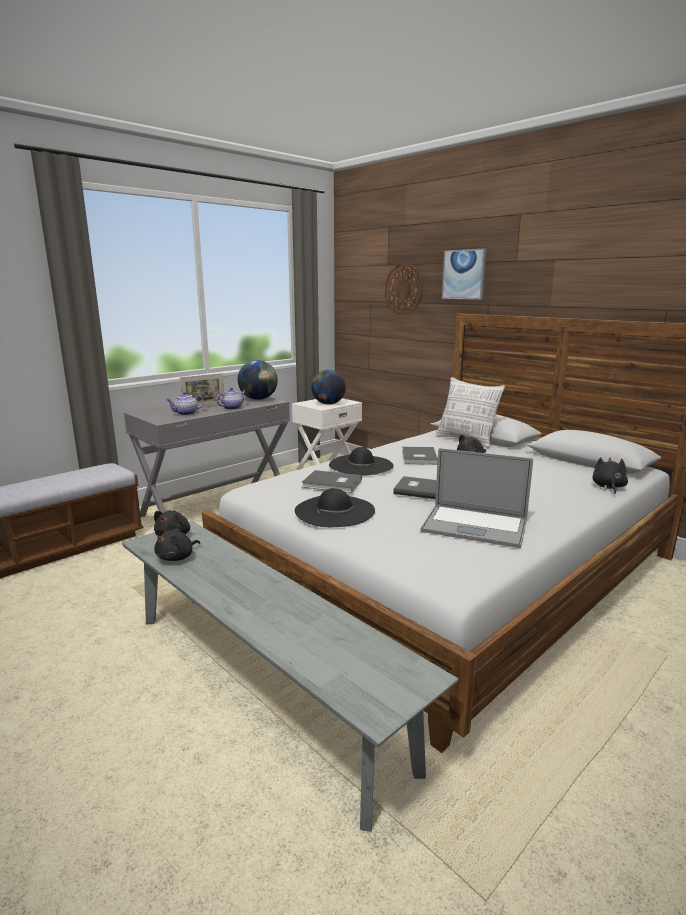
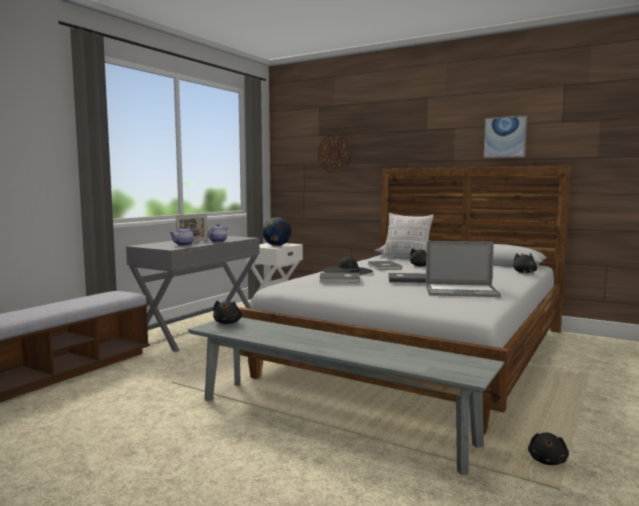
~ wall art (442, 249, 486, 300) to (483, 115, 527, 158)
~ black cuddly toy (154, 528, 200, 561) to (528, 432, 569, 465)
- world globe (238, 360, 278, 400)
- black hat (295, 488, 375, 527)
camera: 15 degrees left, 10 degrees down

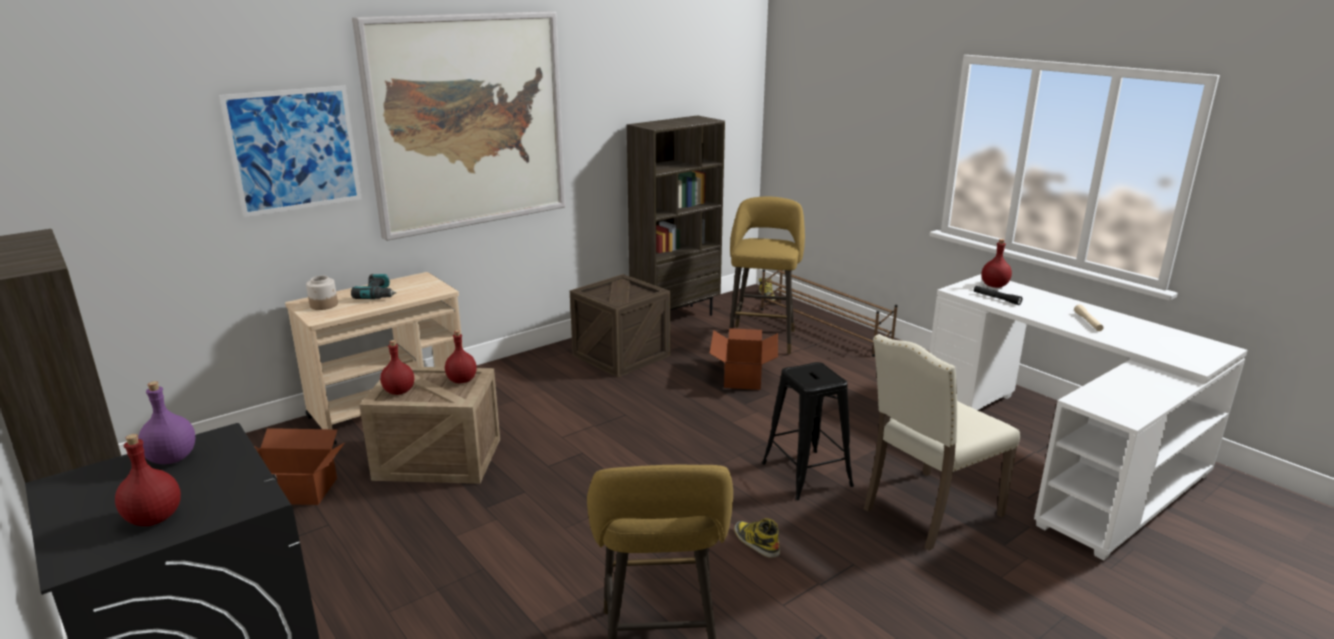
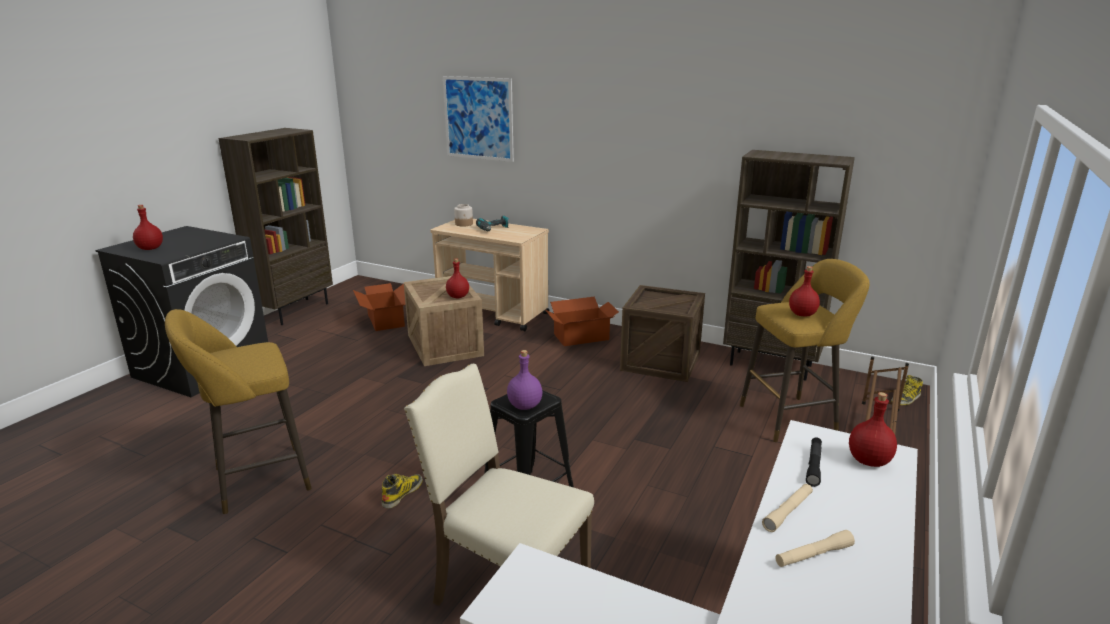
~ purple-coloured drink bottle (138, 381, 196, 464) to (507, 350, 542, 410)
~ carton (710, 328, 778, 390) to (545, 297, 619, 346)
+ sand-coloured hand torch (762, 484, 813, 532)
~ reddish drink bottle (380, 340, 414, 395) to (789, 266, 820, 317)
- wall art (352, 11, 565, 241)
camera: 65 degrees right, 0 degrees up

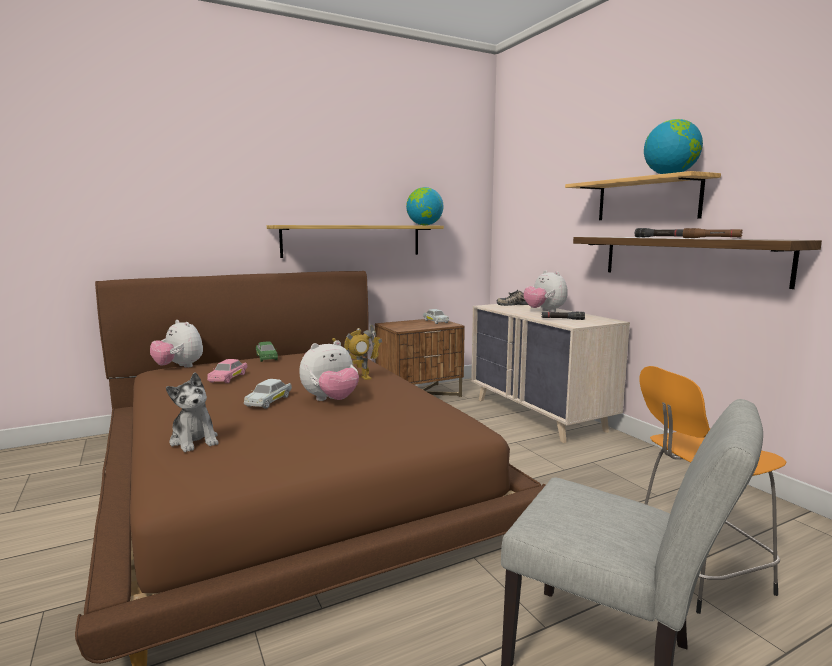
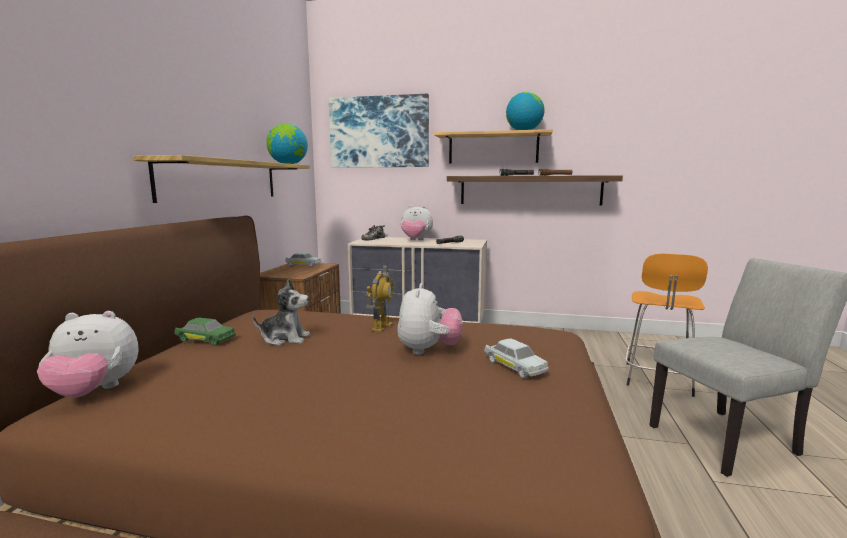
~ cuddly toy (166, 372, 218, 452) to (253, 279, 310, 346)
+ wall art (329, 94, 429, 168)
~ whitish toy car (244, 379, 292, 409) to (485, 339, 549, 379)
- pink-coloured toy car (207, 359, 247, 383)
camera: 50 degrees left, 0 degrees up

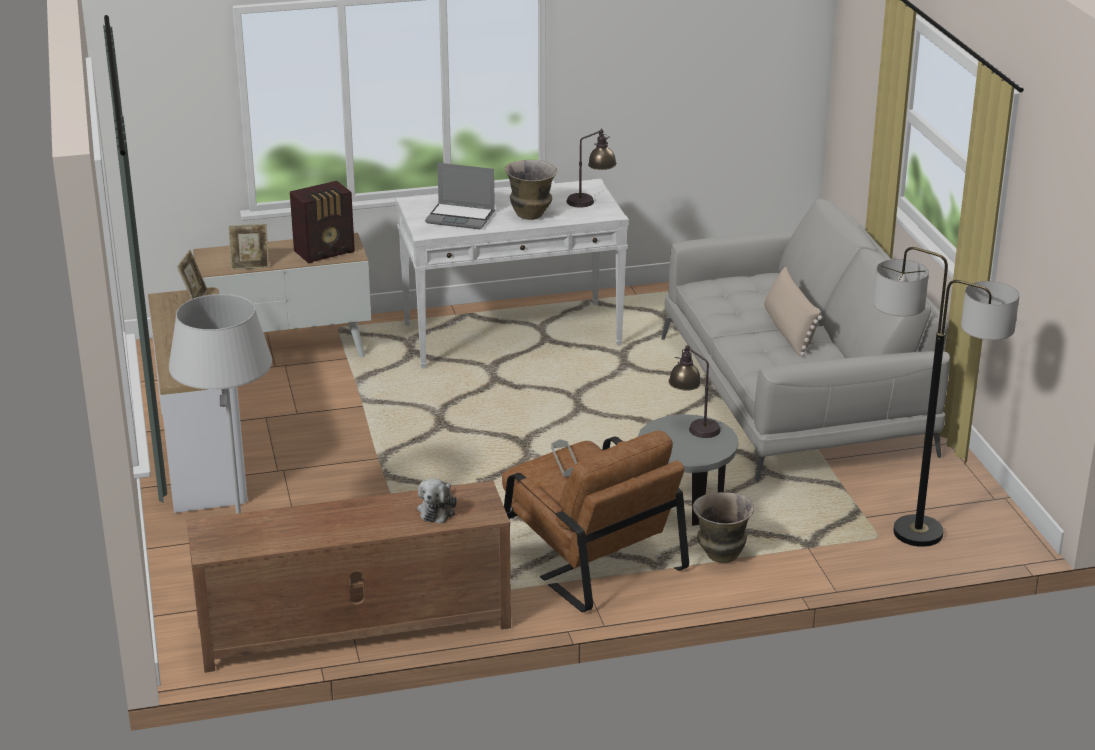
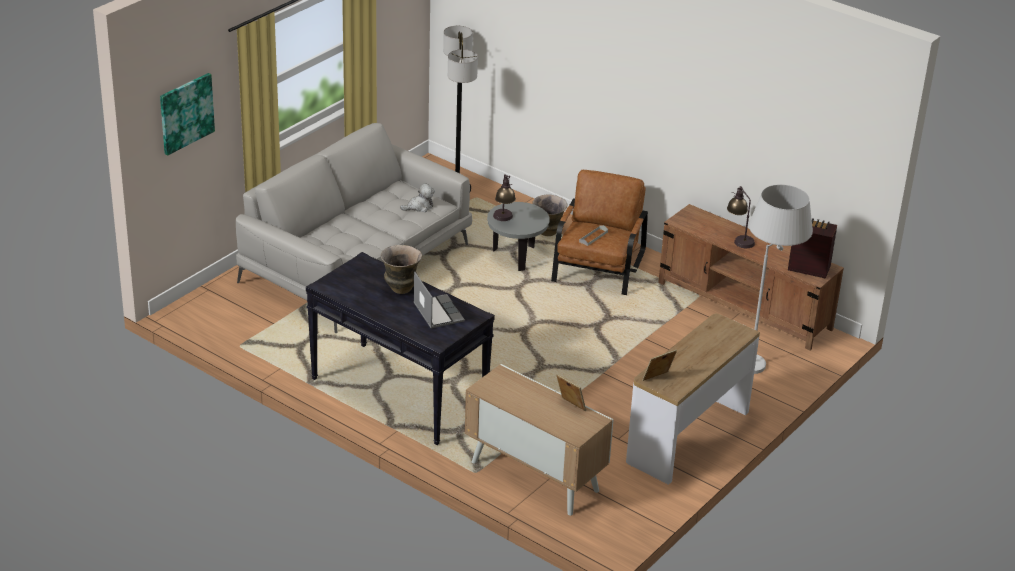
+ wall art (160, 73, 215, 155)
~ whitish narrow table (396, 179, 629, 368) to black narrow table (306, 252, 495, 445)
~ cuddly toy (417, 478, 457, 523) to (400, 183, 435, 212)
~ tabletop lamp (566, 128, 617, 208) to (727, 186, 755, 248)
~ radio (290, 181, 355, 264) to (788, 218, 837, 279)
- sand-coloured pillow (764, 266, 823, 357)
camera: 130 degrees left, 5 degrees up

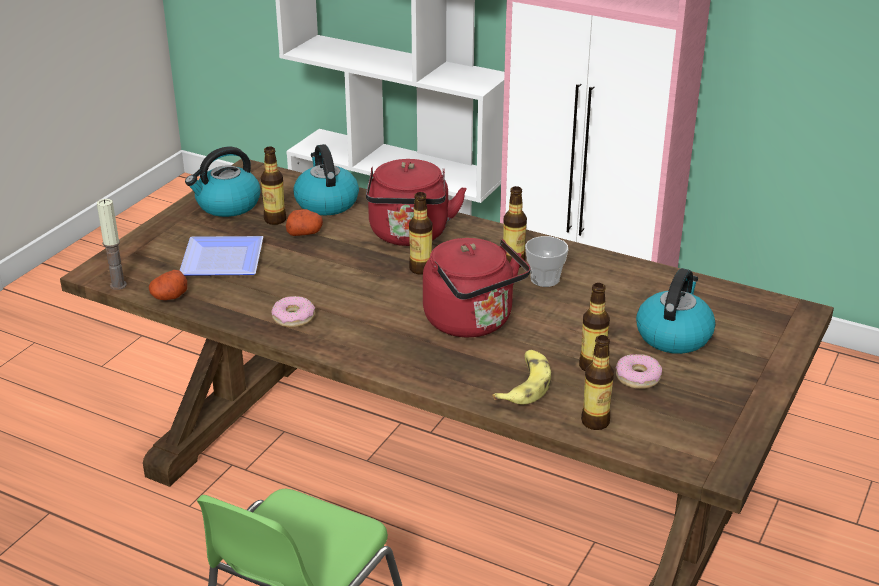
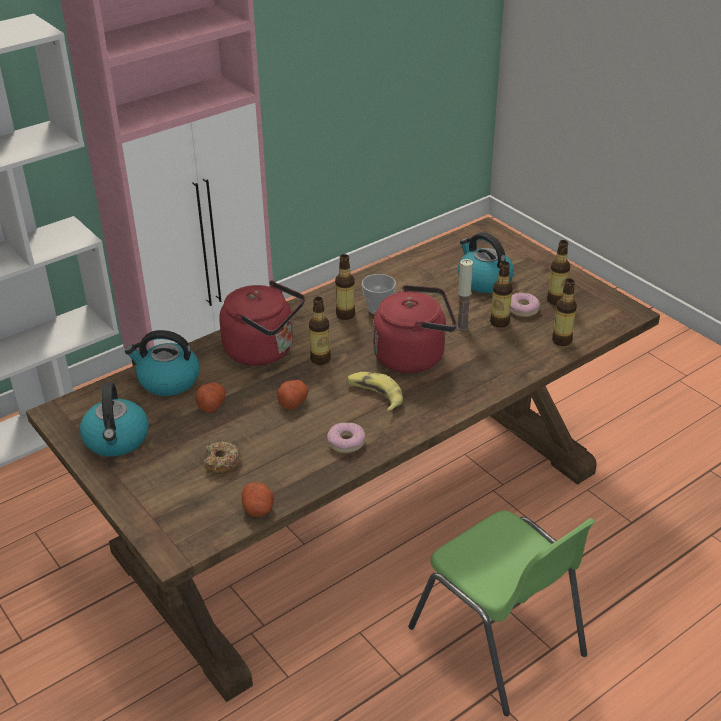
~ flat dish (180, 236, 263, 276) to doughnut (204, 441, 241, 474)
+ potato (277, 380, 308, 410)
~ banana fruit (492, 350, 551, 404) to (346, 372, 403, 413)
~ candle (97, 199, 127, 290) to (456, 259, 473, 331)
~ drink bottle (261, 146, 286, 225) to (547, 240, 570, 305)
camera: 65 degrees left, 5 degrees up

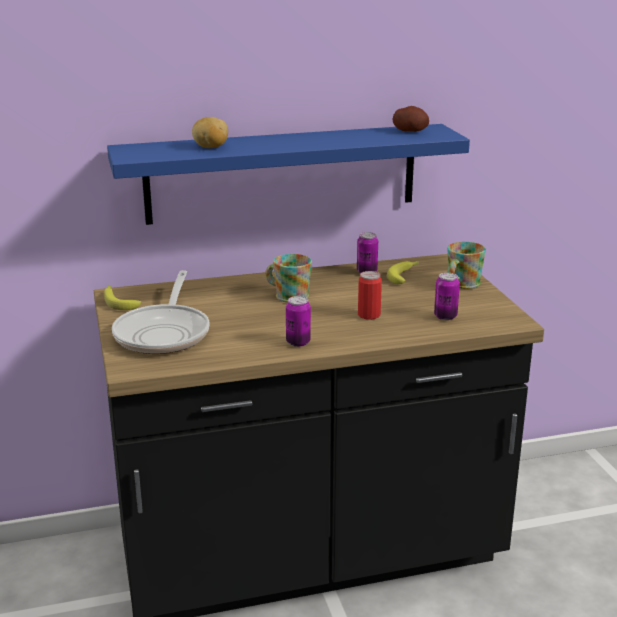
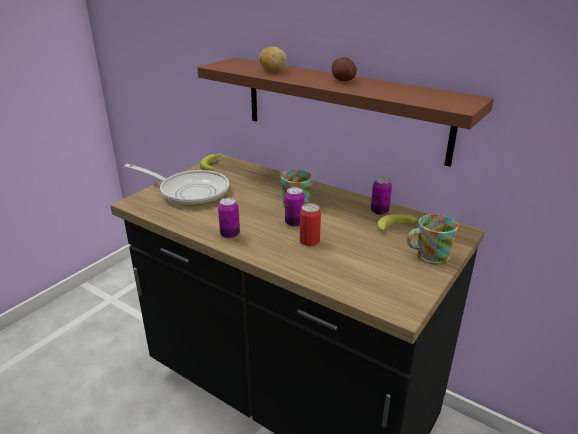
~ skillet (112, 270, 210, 354) = (124, 164, 229, 206) 120 degrees counterclockwise
~ bluish wall shelf (107, 124, 470, 225) to brown wall shelf (197, 58, 494, 167)
~ can (434, 272, 460, 320) to (285, 187, 305, 227)
~ potato (393, 106, 429, 132) to (332, 57, 357, 81)
camera: 50 degrees right, 5 degrees up

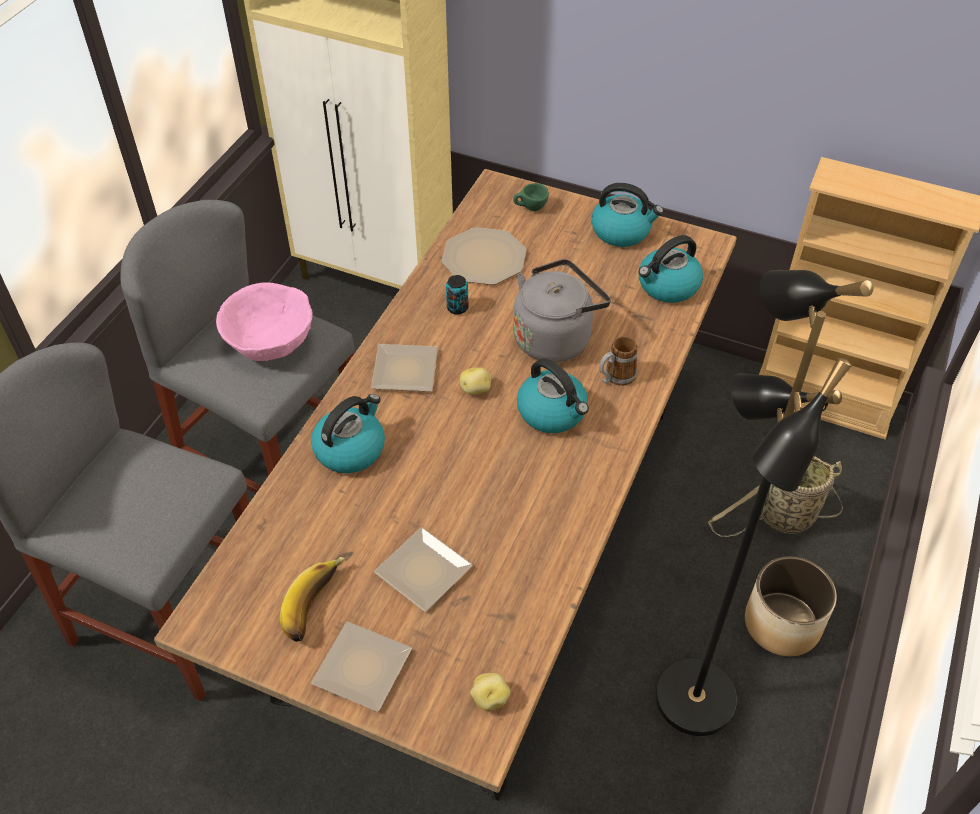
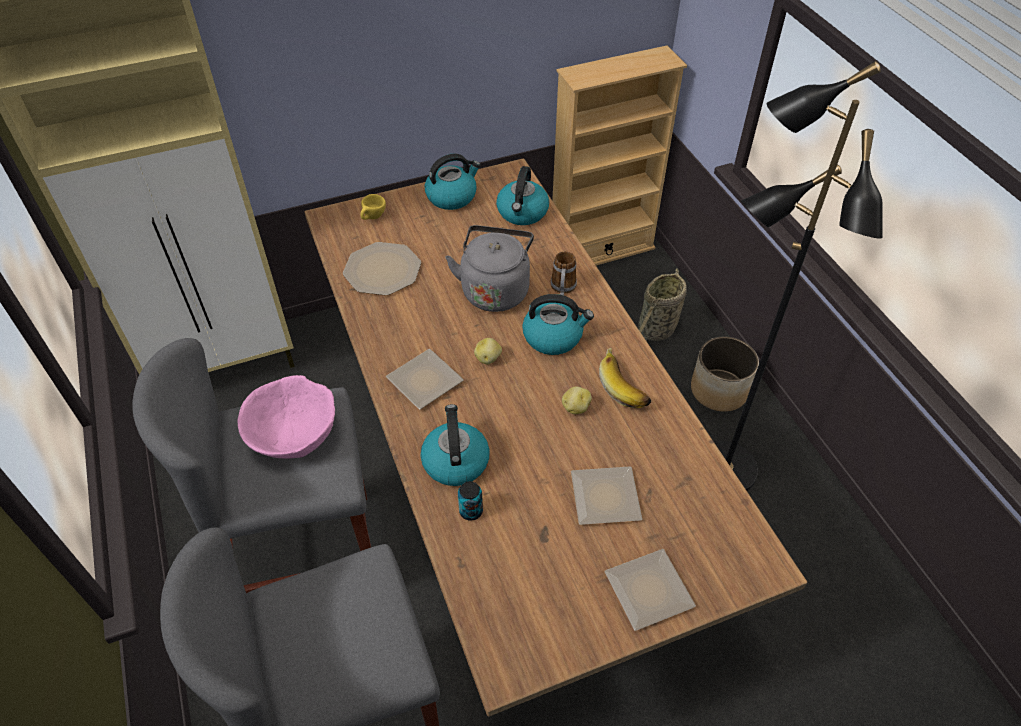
~ green-coloured small cup (513, 183, 549, 211) to yellow-coloured small cup (360, 194, 386, 220)
~ can (446, 275, 468, 315) to (458, 481, 483, 521)
~ potato (470, 673, 511, 711) to (562, 386, 592, 414)
~ banana fruit (280, 557, 345, 642) to (599, 348, 651, 408)
camera: 45 degrees left, 0 degrees up

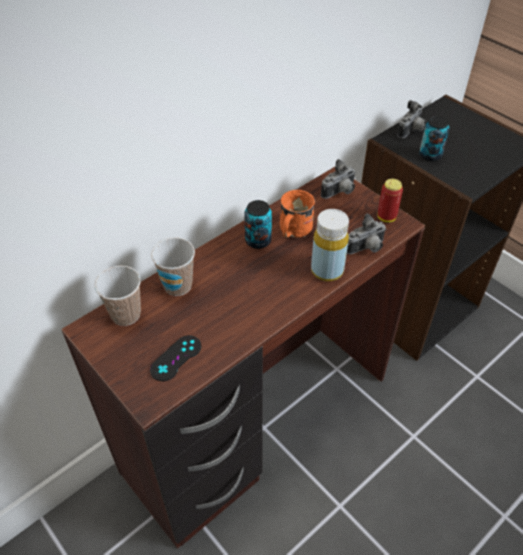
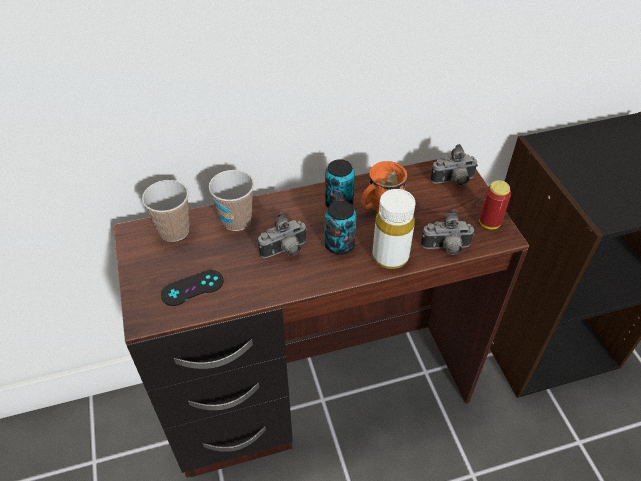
~ photo camera (397, 100, 426, 138) to (258, 212, 307, 258)
~ can (419, 116, 450, 161) to (325, 200, 357, 255)
~ yellow-coloured drink bottle (311, 209, 349, 281) to whitish drink bottle (372, 189, 416, 269)
camera: 25 degrees right, 0 degrees up

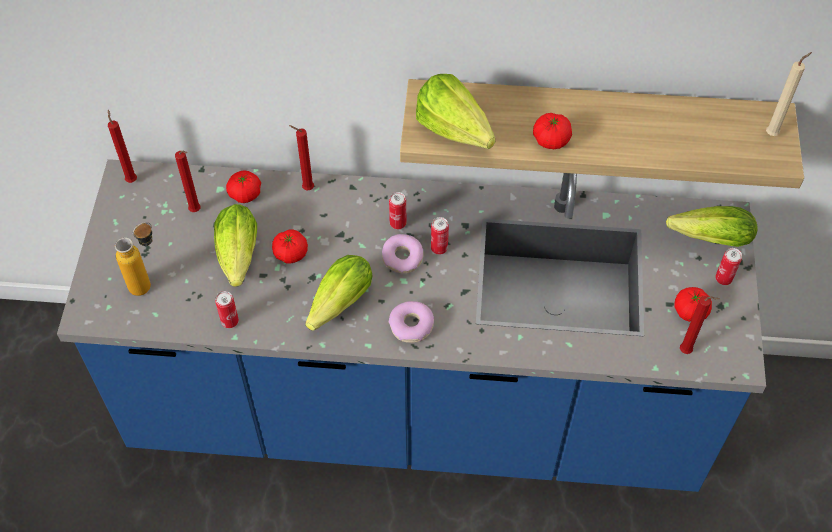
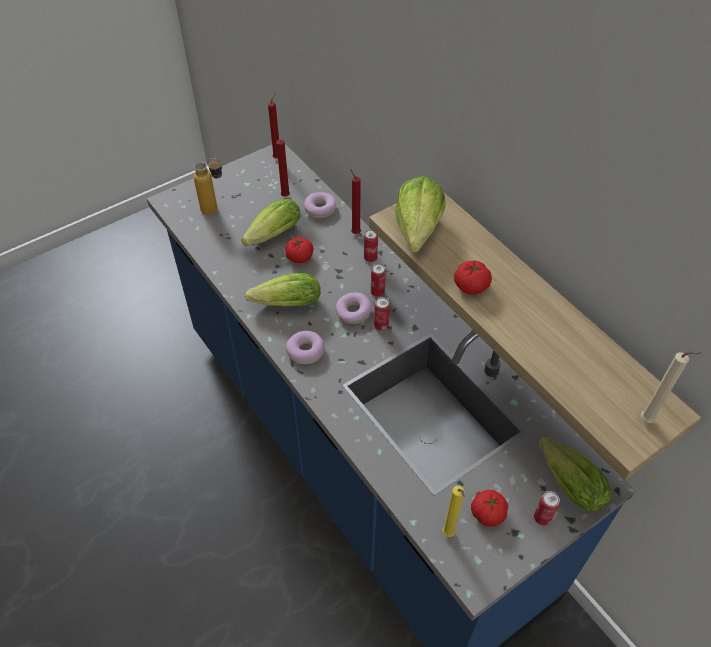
~ whole tomato (226, 170, 261, 203) to doughnut (304, 192, 336, 218)
~ can (215, 291, 239, 328) to (364, 229, 378, 262)
~ reddish candle (680, 296, 720, 354) to yellow-coloured candle (443, 486, 465, 537)
camera: 50 degrees right, 5 degrees down

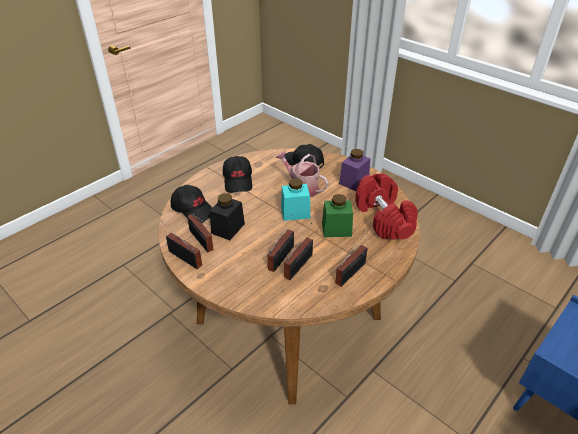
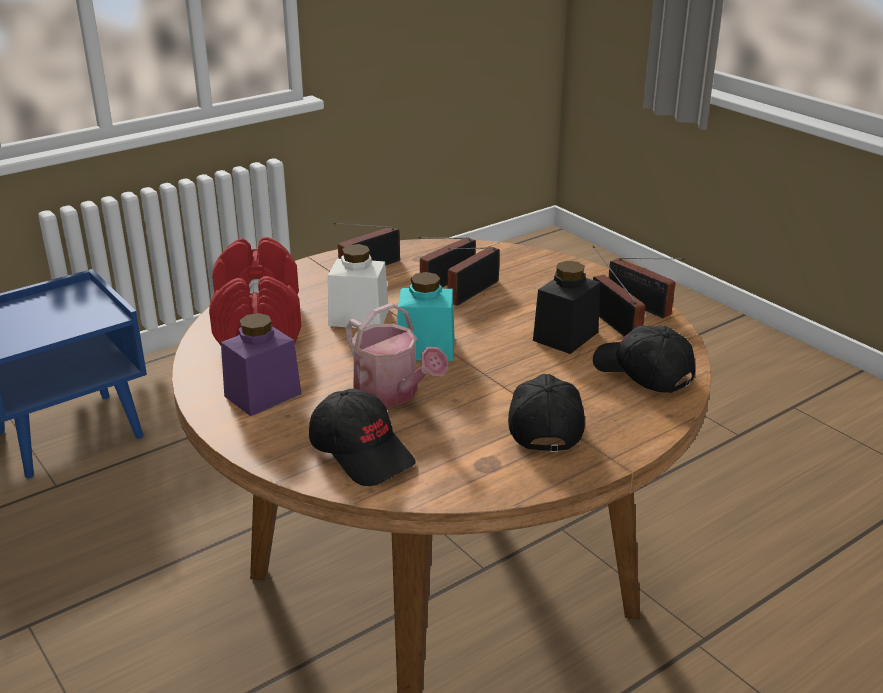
~ green-coloured jar (322, 194, 353, 237) to whitish jar (328, 244, 389, 328)
camera: 170 degrees left, 10 degrees down

